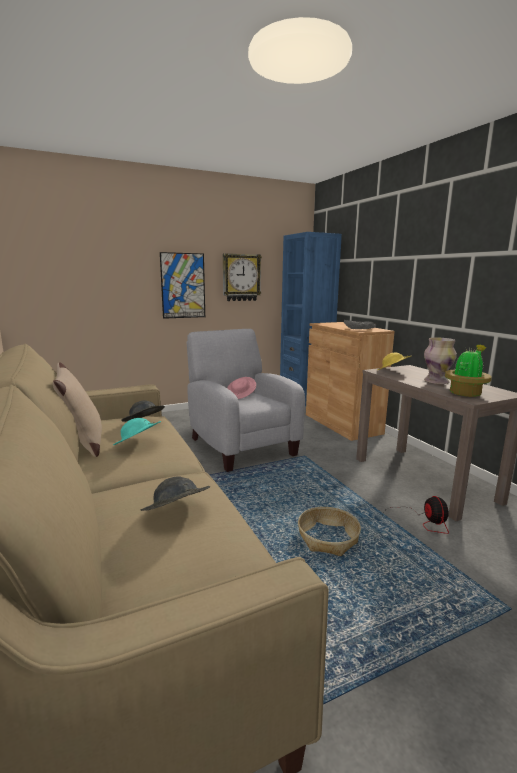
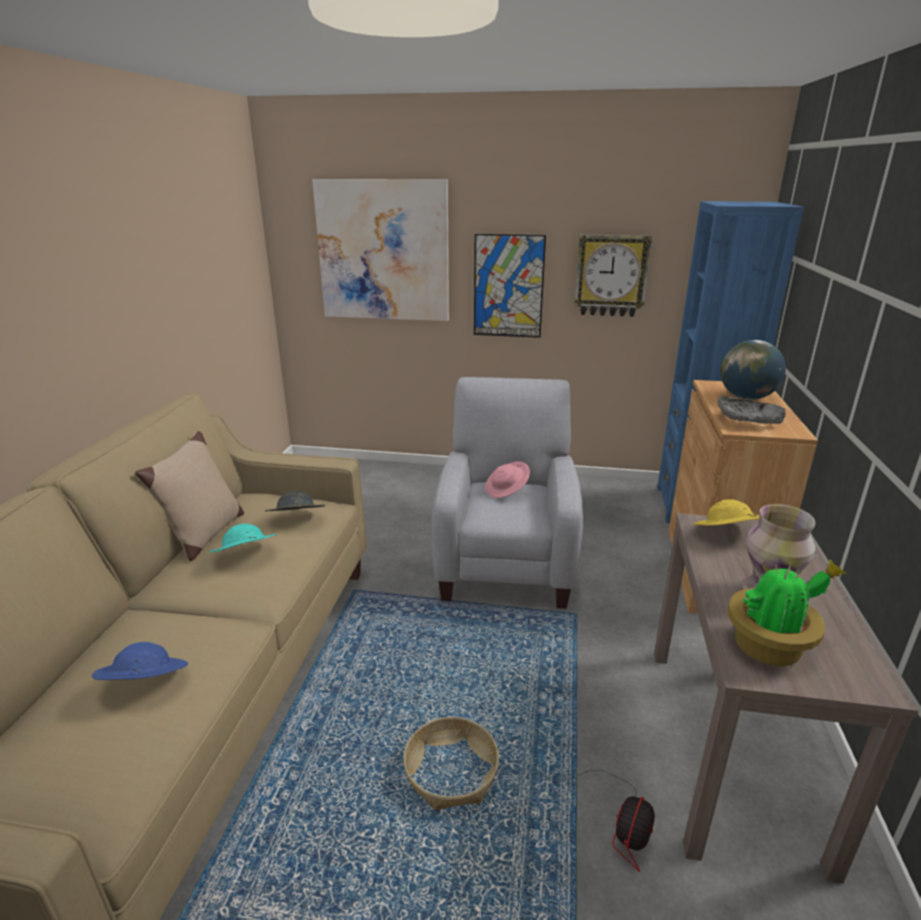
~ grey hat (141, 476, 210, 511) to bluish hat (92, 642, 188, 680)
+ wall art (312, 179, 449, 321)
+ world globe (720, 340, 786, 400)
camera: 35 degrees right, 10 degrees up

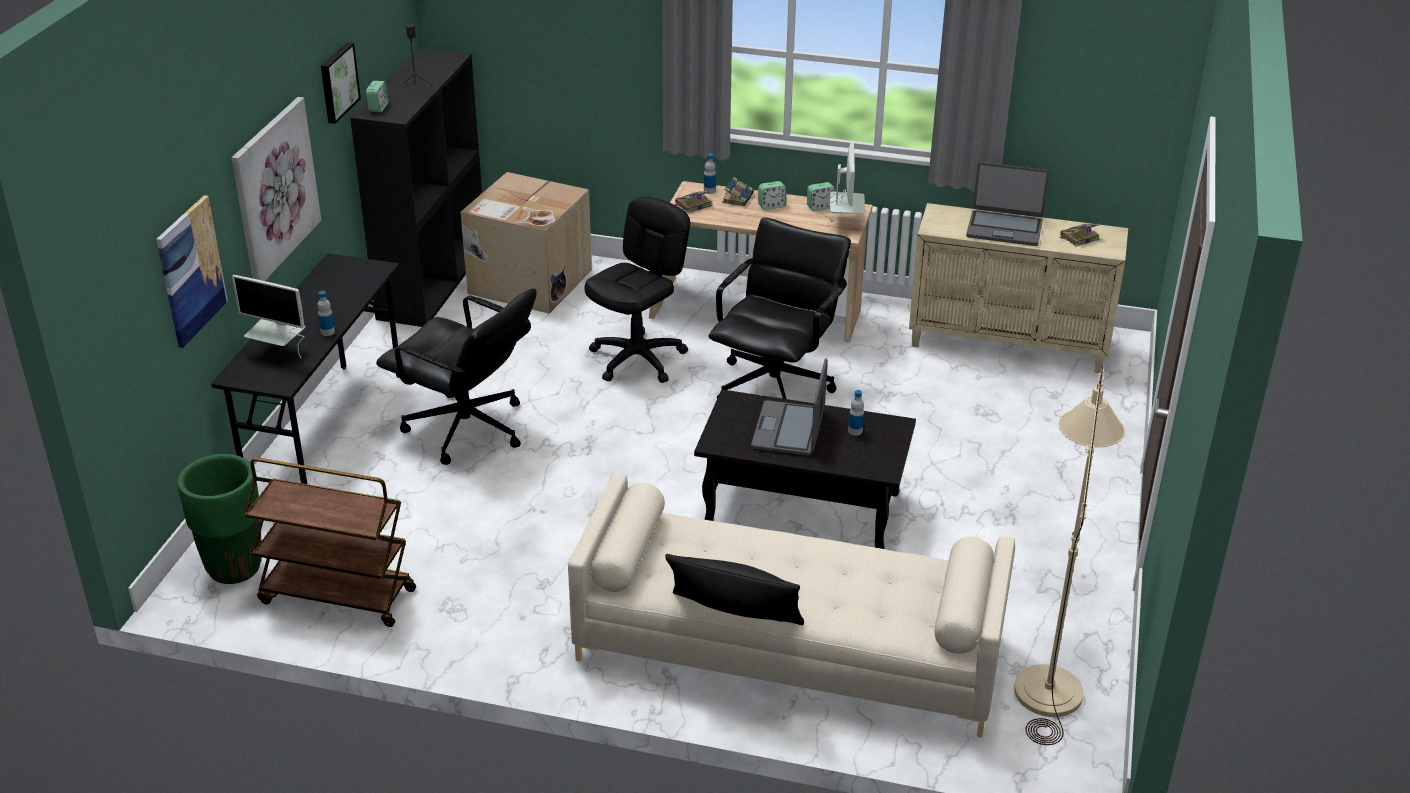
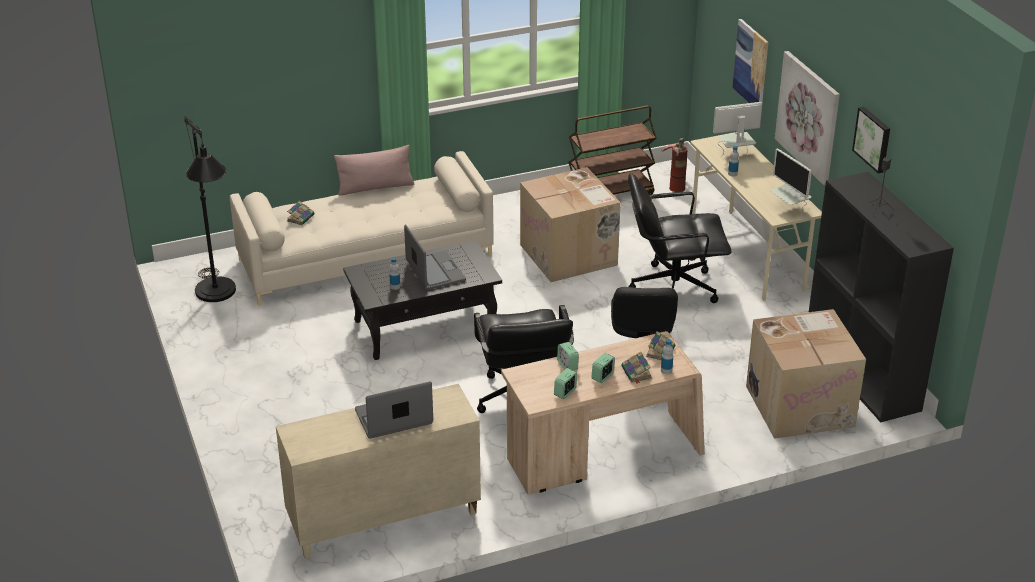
~ sand-coloured standing lamp (1014, 367, 1125, 745) to black standing lamp (184, 116, 236, 302)
~ bound book (1058, 224, 1100, 247) to (287, 201, 314, 225)
~ black pillow (665, 554, 804, 625) to pink-coloured pillow (334, 145, 414, 196)
+ carton (520, 167, 621, 282)
~ table clock (366, 81, 388, 112) to (557, 342, 579, 371)
~ green-coloured flower pot (177, 454, 262, 584) to extinguisher (661, 138, 687, 192)
~ black desk unit (211, 253, 400, 484) to sand-coloured desk unit (690, 132, 822, 301)
~ computer display (821, 142, 865, 223) to (770, 148, 812, 212)
camera: 145 degrees right, 0 degrees up

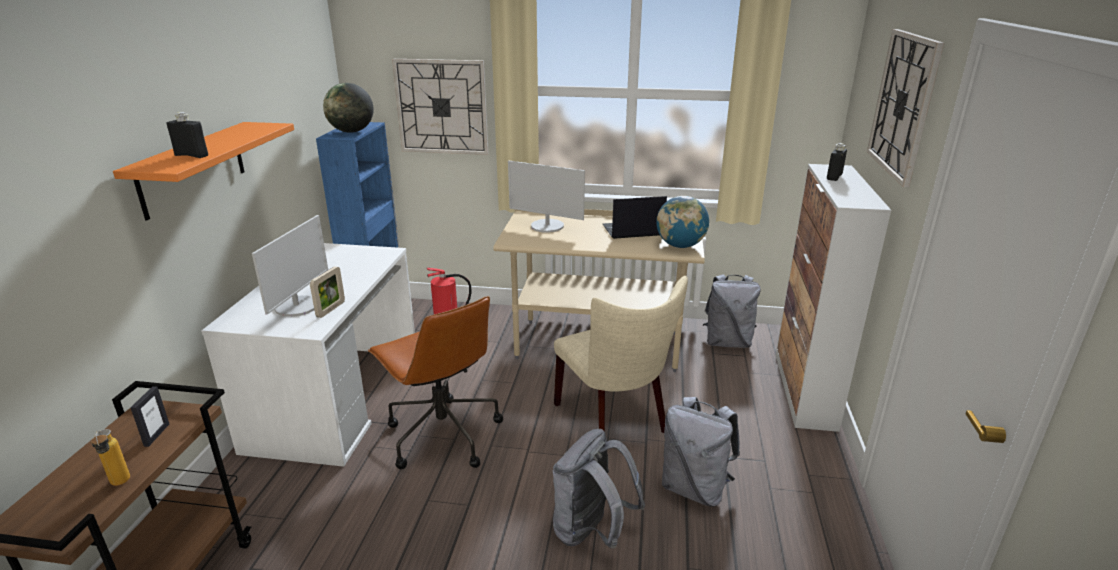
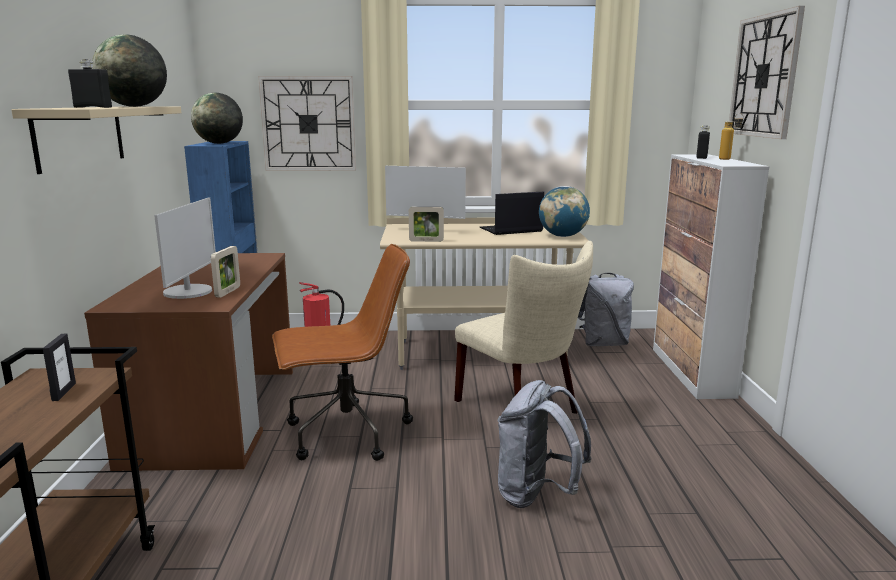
~ orange-coloured wall shelf (113, 122, 294, 221) to sand-coloured wall shelf (11, 106, 181, 174)
~ whitish desk unit (201, 243, 415, 467) to brown desk unit (84, 253, 293, 471)
+ world globe (92, 34, 167, 107)
~ brown computer chair (368, 296, 503, 469) = (272, 244, 413, 461) 60 degrees counterclockwise
+ picture frame (409, 207, 444, 242)
~ drink bottle (91, 429, 130, 486) to (719, 113, 744, 160)
- grey backpack (662, 397, 740, 507)
camera: 10 degrees left, 10 degrees down

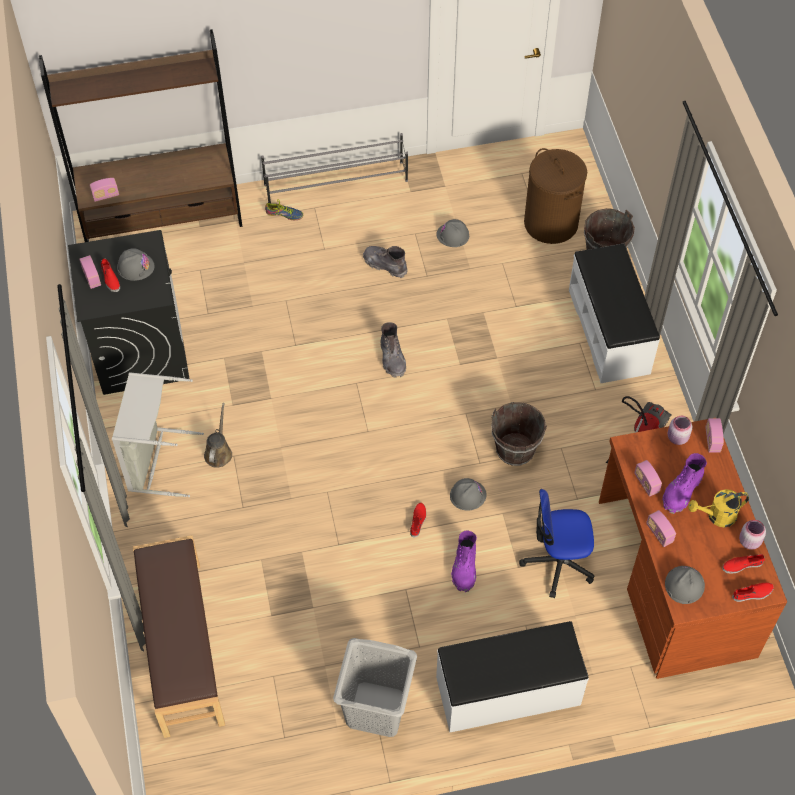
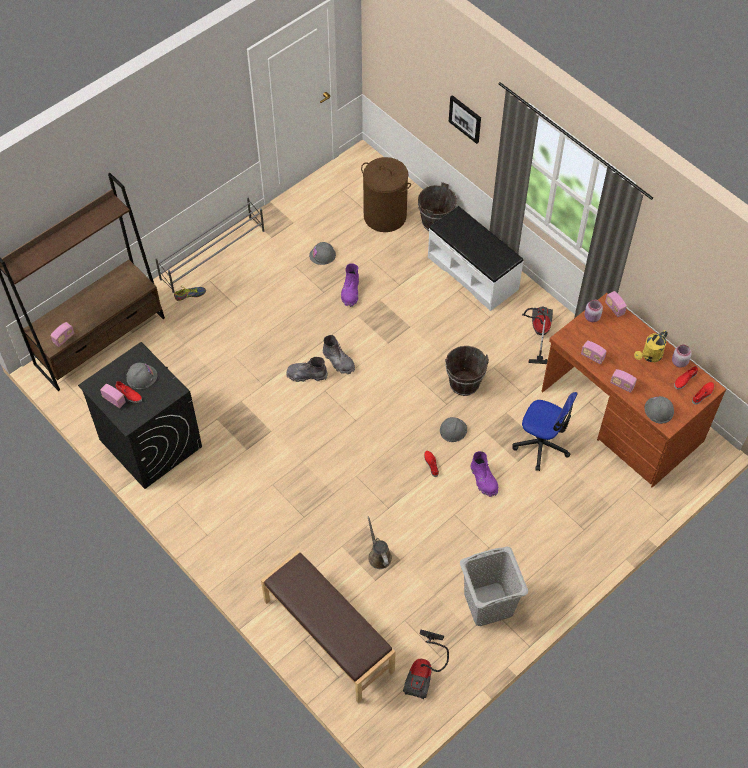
~ grey high-top boot (363, 246, 408, 278) to (286, 357, 328, 382)
~ purple-coloured high-top boot (662, 453, 707, 514) to (341, 263, 359, 307)
~ brown watering pot (204, 403, 232, 468) to (368, 516, 392, 569)
+ vacuum cleaner (403, 630, 449, 699)
+ wall art (449, 95, 481, 144)
~ computer chair (519, 489, 594, 598) = (512, 392, 578, 471) 120 degrees counterclockwise
- grey laundry basket (112, 372, 204, 497)
- whitish indoor bench (436, 621, 589, 732)
camera: 30 degrees left, 0 degrees up

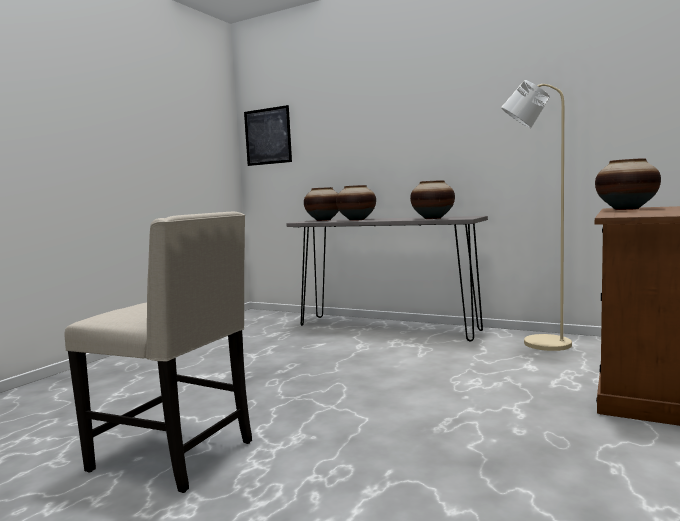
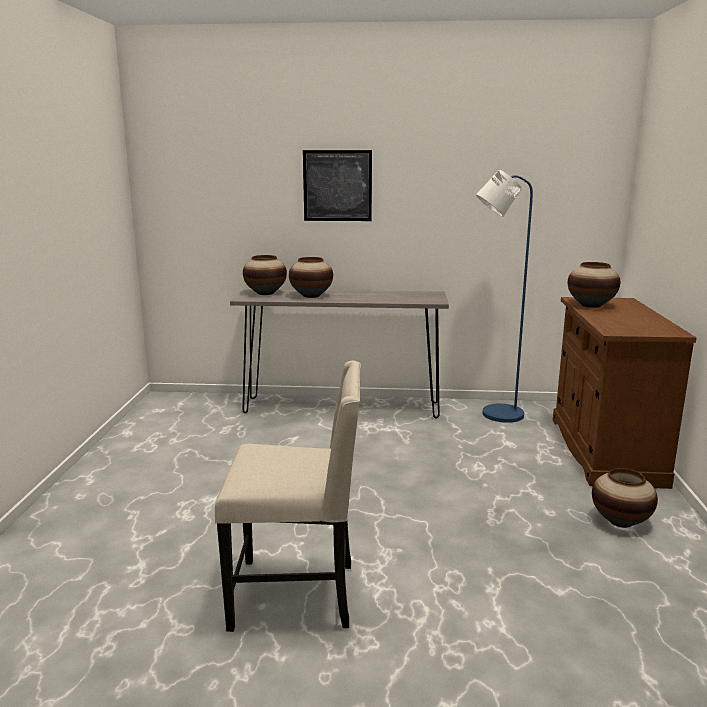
~ wall art (244, 105, 292, 166) to (303, 150, 372, 221)
~ sand-coloured standing lamp (501, 80, 572, 351) to bluish standing lamp (476, 170, 533, 423)
~ flower vase (410, 180, 455, 219) to (592, 468, 658, 528)
camera: 25 degrees left, 10 degrees up

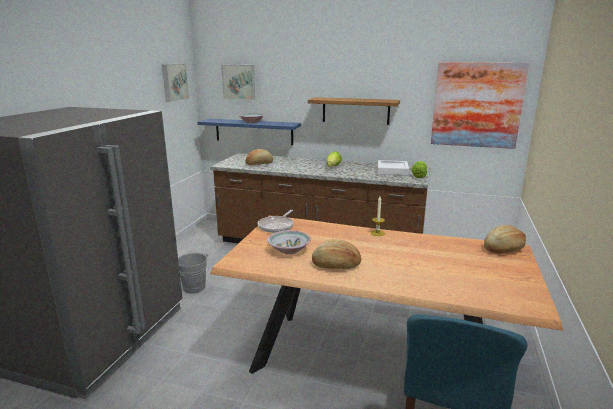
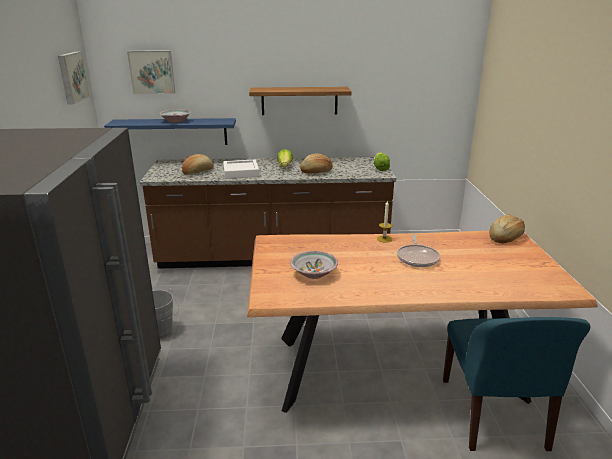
~ whitish carrying tray (377, 160, 409, 176) to (223, 159, 259, 179)
~ baked bread (312, 239, 361, 269) to (300, 154, 333, 174)
~ skillet (258, 210, 294, 233) to (397, 234, 440, 267)
- wall art (431, 62, 529, 149)
camera: 20 degrees left, 5 degrees up

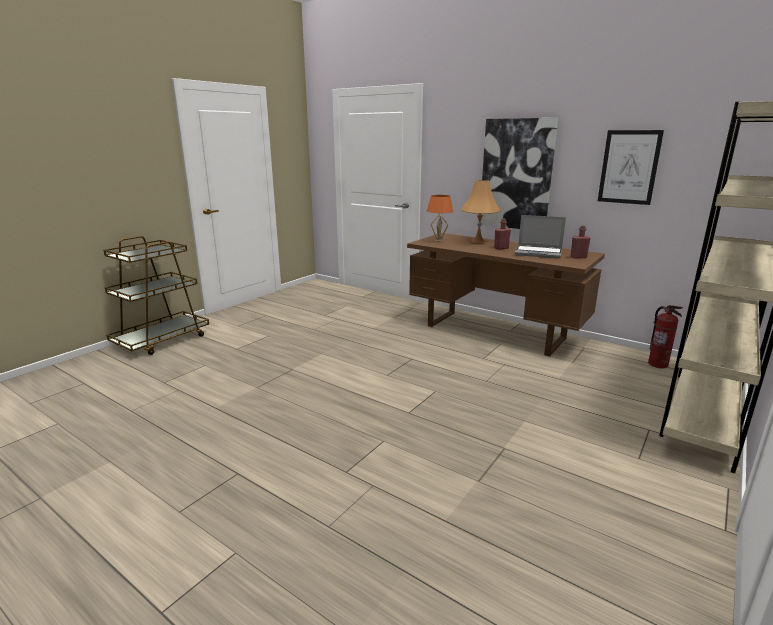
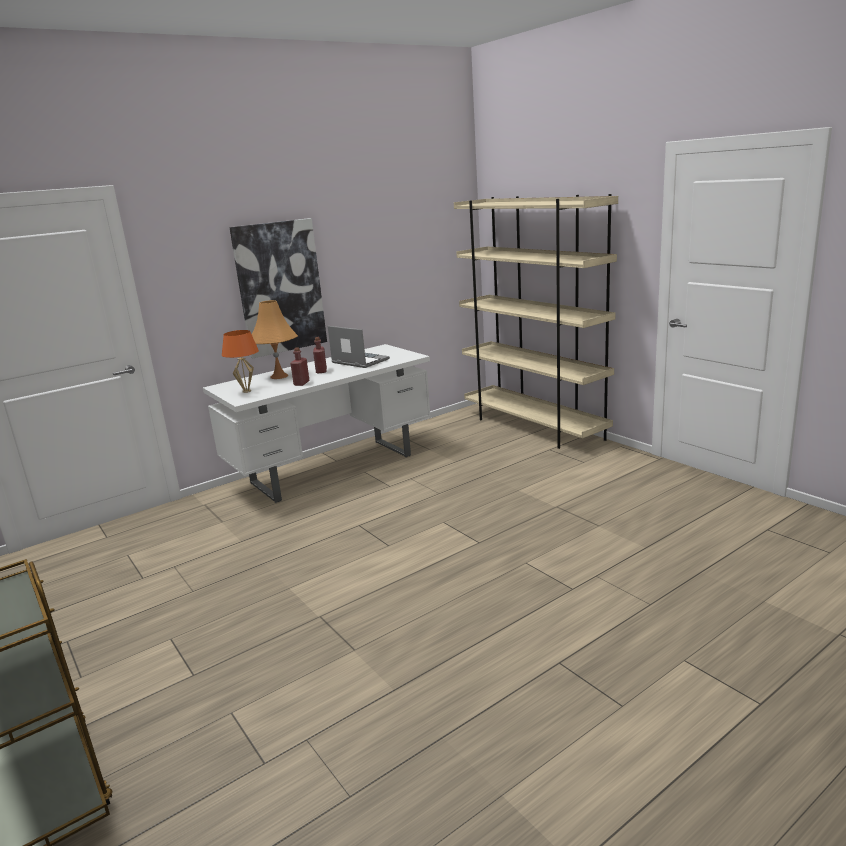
~ brown desk unit (407, 233, 605, 356) to whitish desk unit (203, 344, 431, 503)
~ reddish drink bottle (570, 225, 590, 258) to (290, 347, 309, 386)
~ notebook computer (515, 215, 566, 259) = (328, 326, 390, 368) 90 degrees counterclockwise
- wall art (598, 130, 664, 205)
- extinguisher (648, 305, 683, 369)
camera: 70 degrees left, 0 degrees up

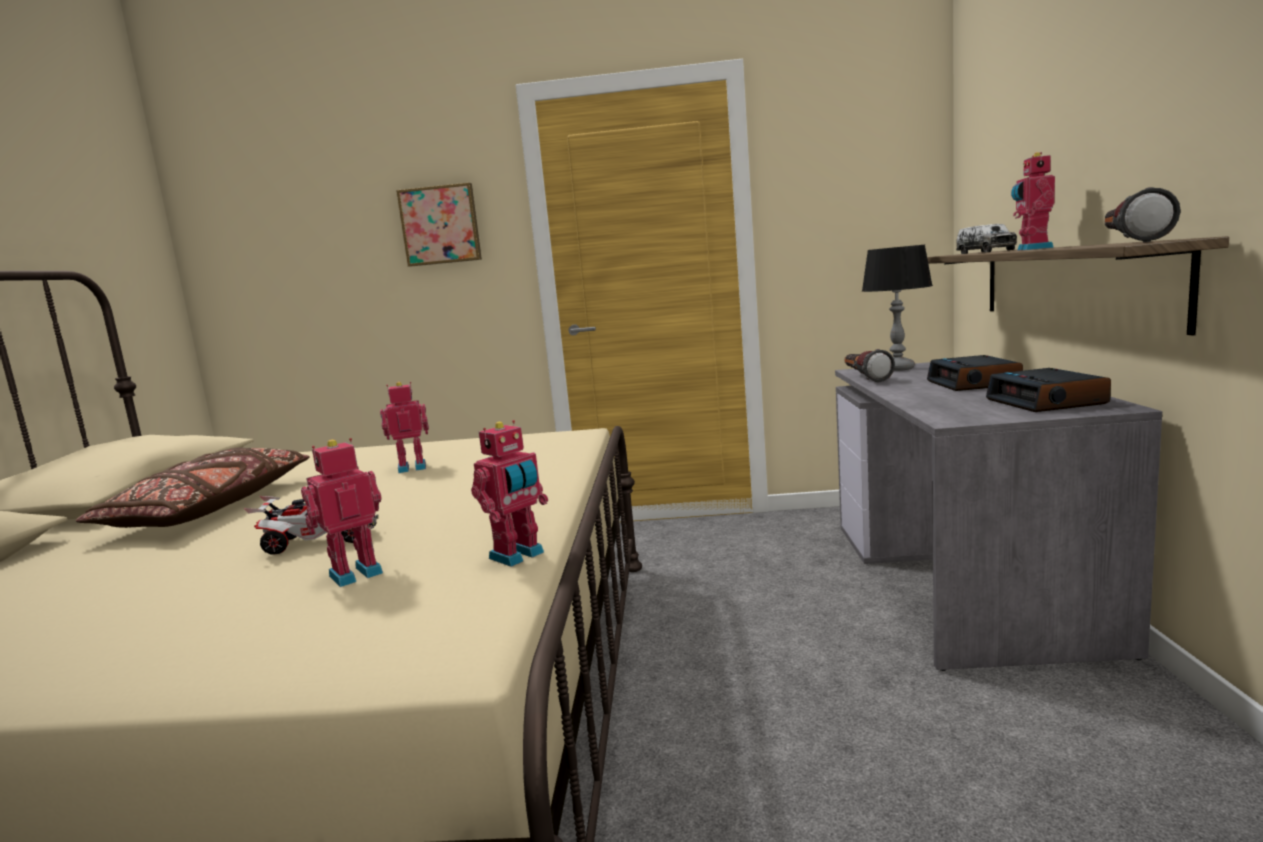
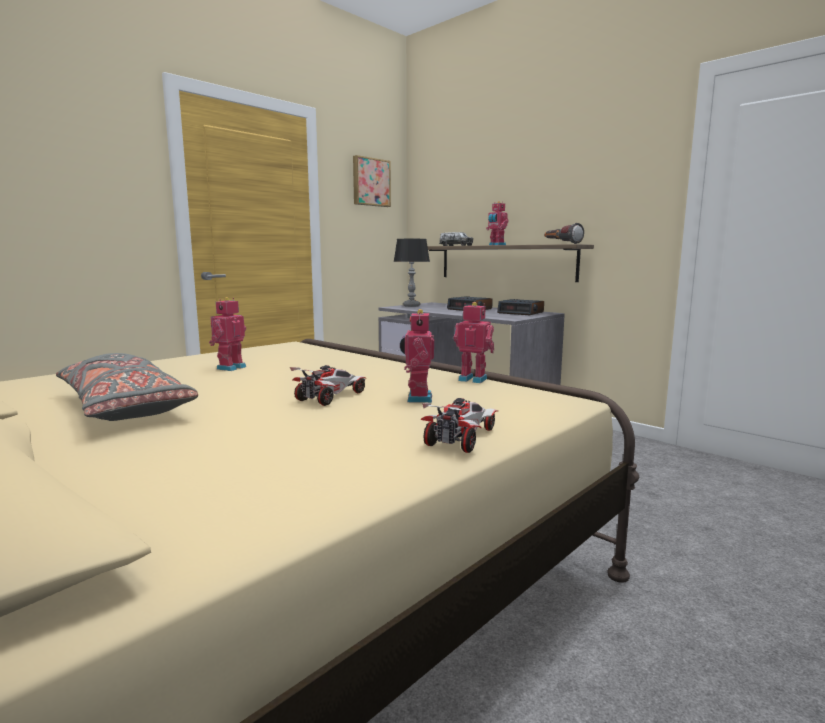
~ brown pillow (76, 447, 309, 528) to grey pillow (56, 353, 198, 421)
~ wall art (396, 183, 482, 267) to (353, 155, 391, 207)
+ toy car (421, 398, 498, 453)
~ robot figure (471, 420, 548, 567) = (453, 302, 494, 383) 60 degrees counterclockwise
- hand torch (844, 349, 895, 383)
camera: 50 degrees left, 0 degrees up

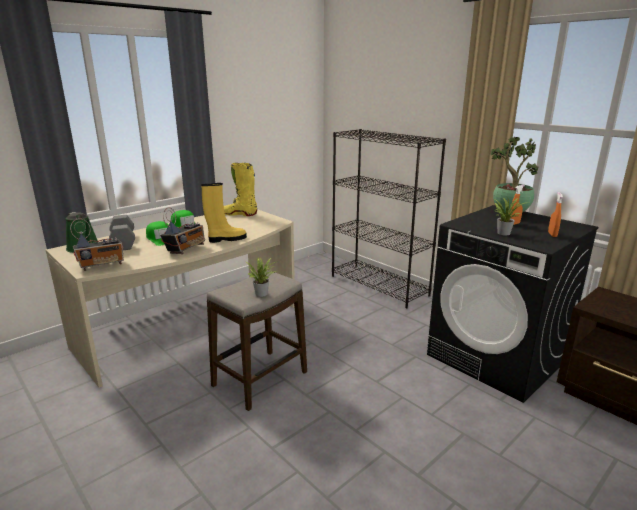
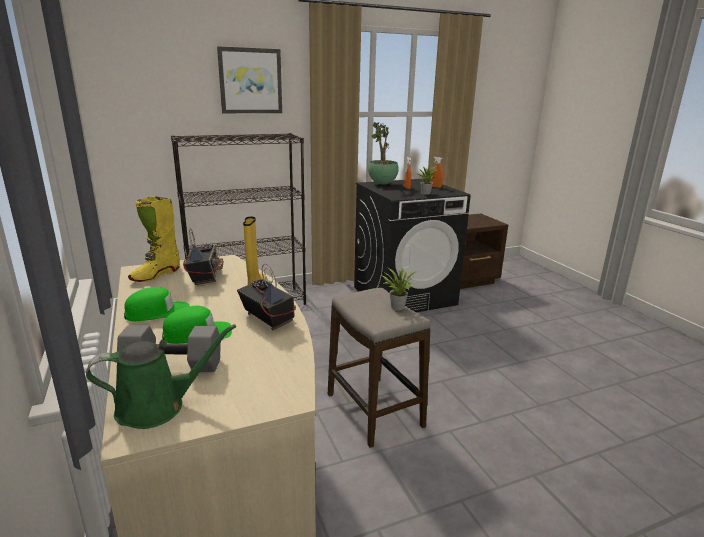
~ radio (70, 218, 124, 271) to (183, 228, 223, 285)
+ wall art (217, 46, 282, 113)
camera: 70 degrees left, 0 degrees up

